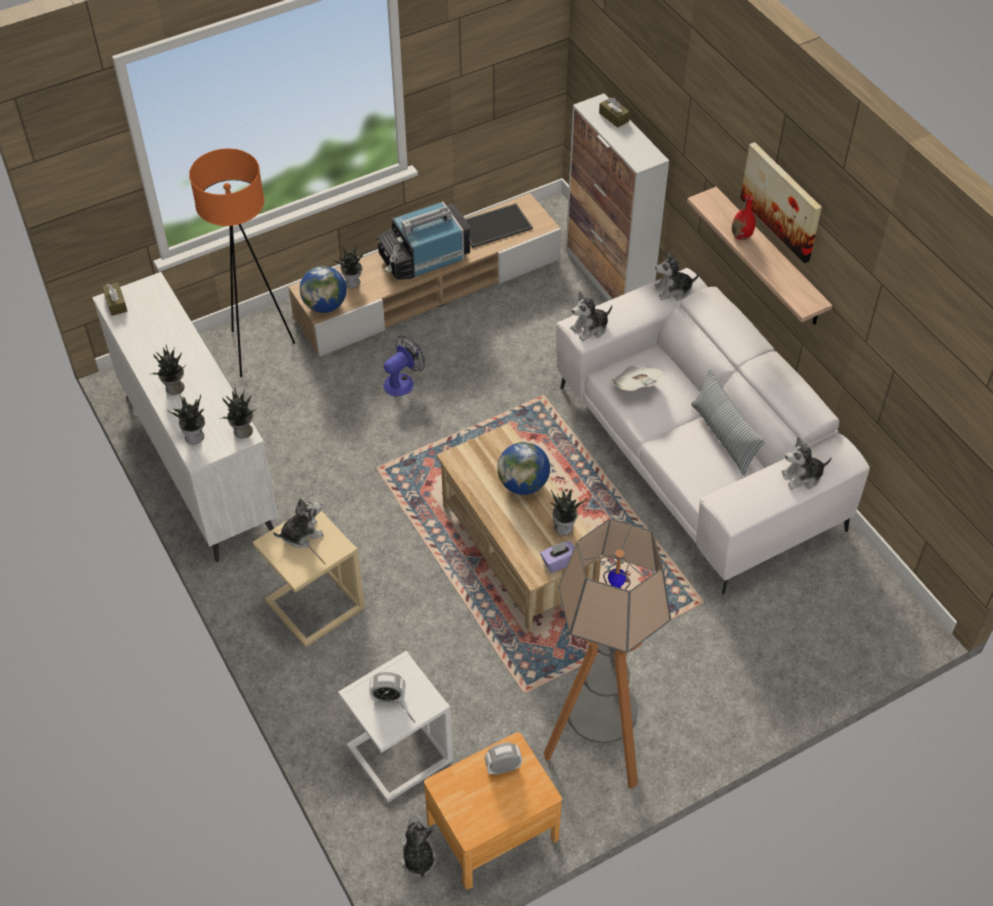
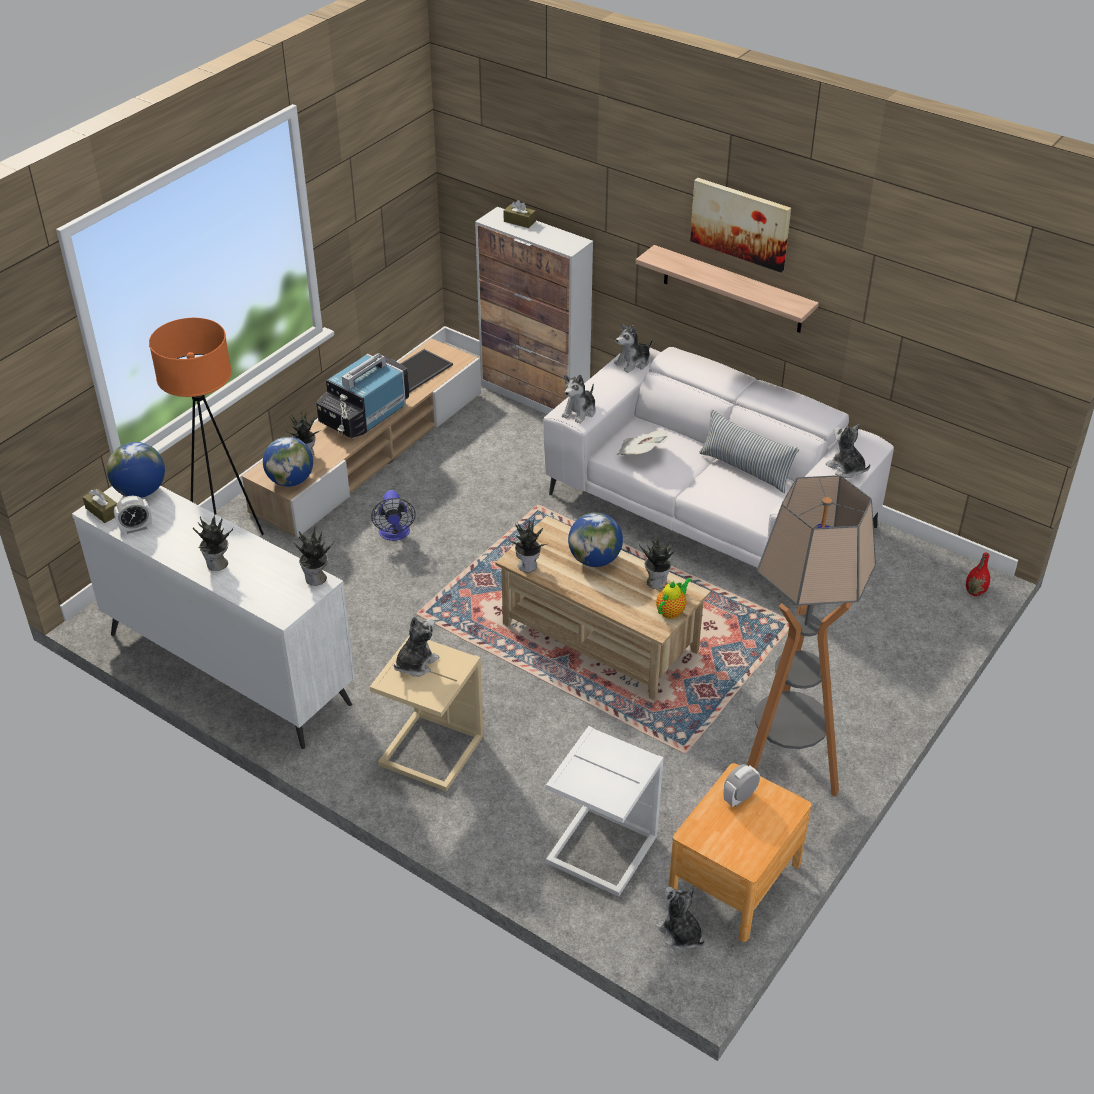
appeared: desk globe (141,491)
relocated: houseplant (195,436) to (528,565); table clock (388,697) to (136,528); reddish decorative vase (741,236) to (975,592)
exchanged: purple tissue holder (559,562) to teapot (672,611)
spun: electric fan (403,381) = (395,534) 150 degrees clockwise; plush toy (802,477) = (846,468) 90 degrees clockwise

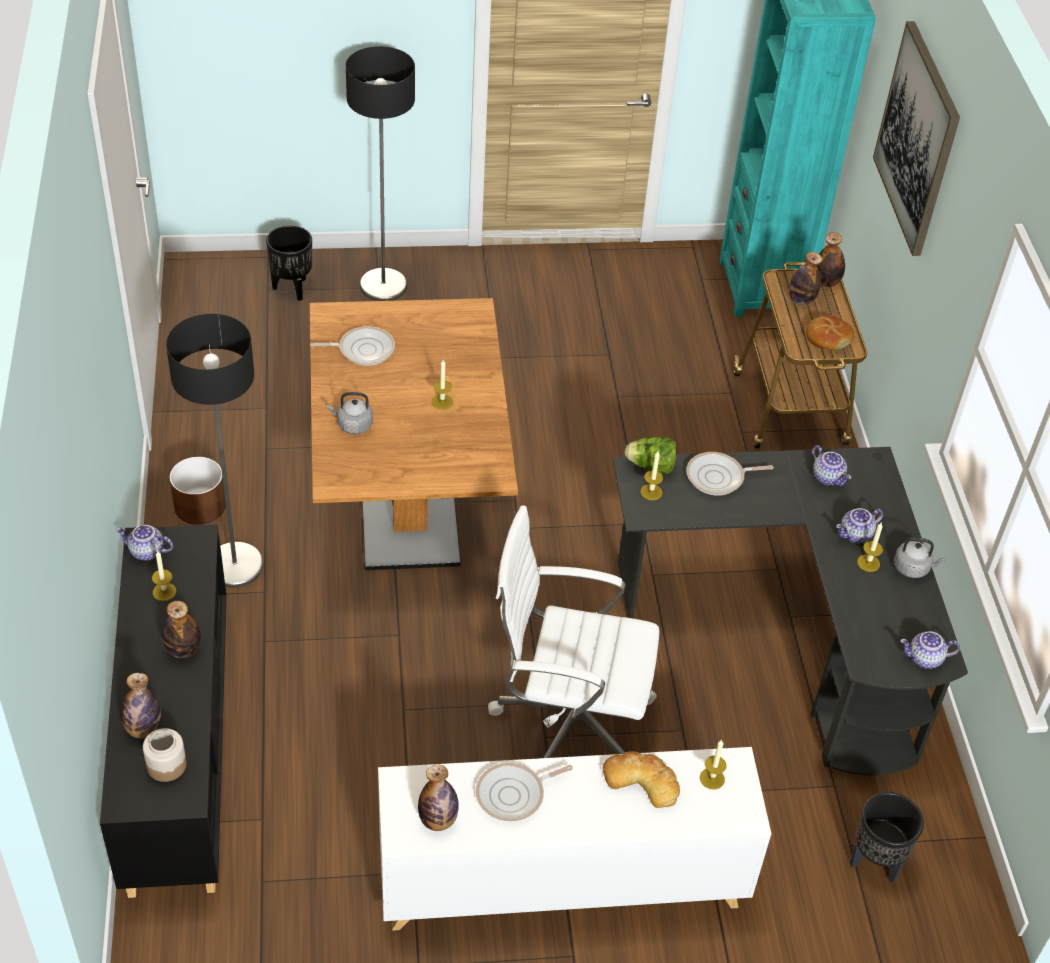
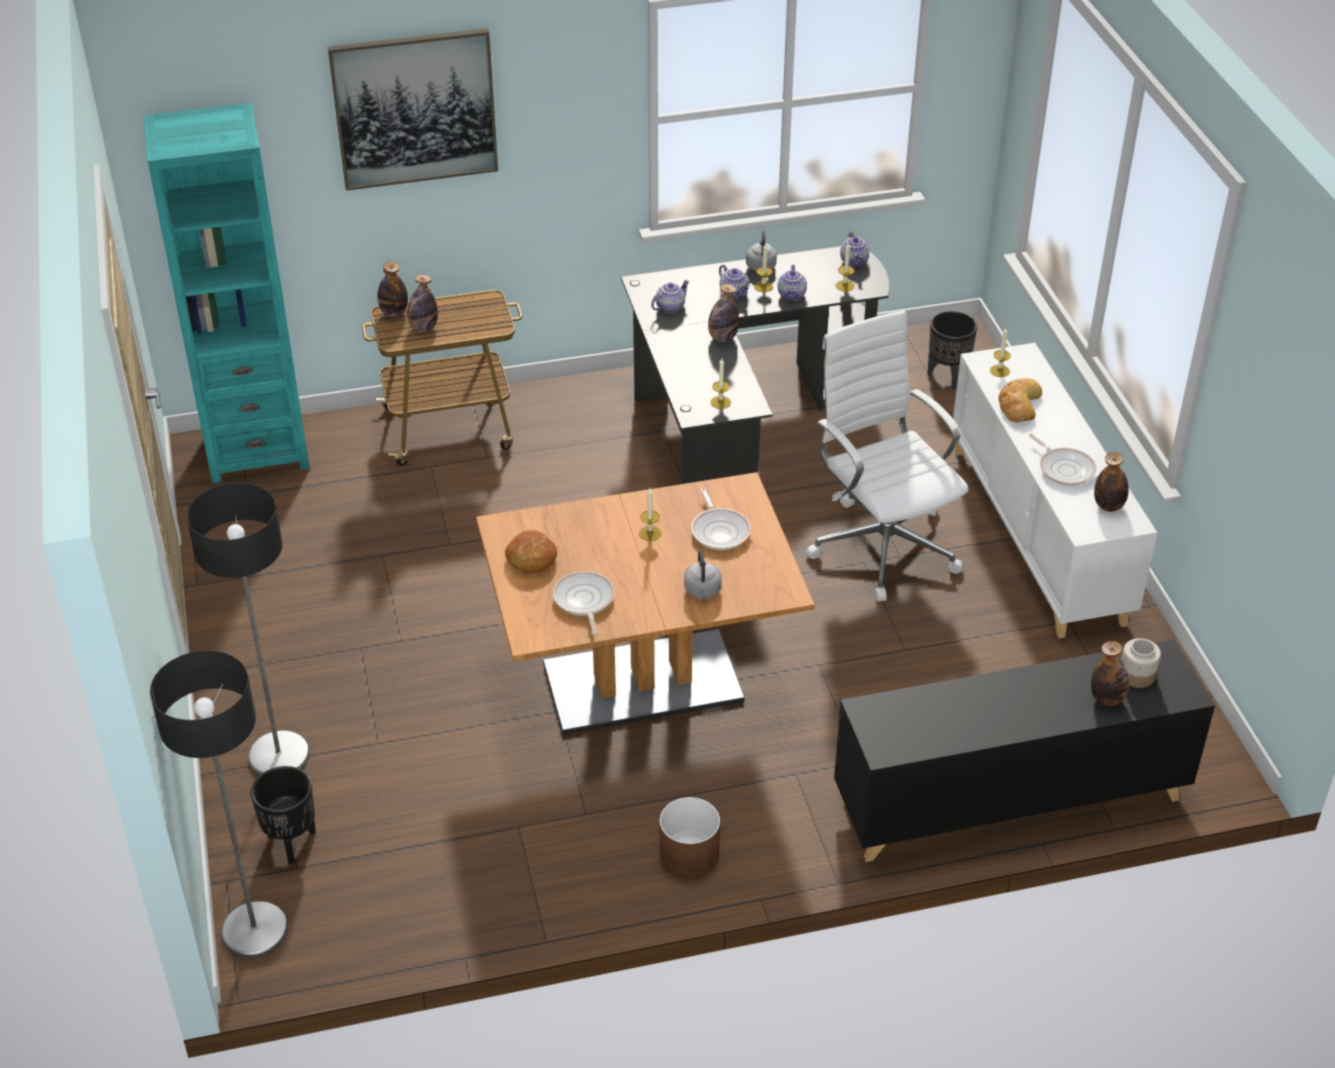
missing: head of lettuce (651,466)
relocated: teapot (146,552) to (792,295); wax light (164,591) to (845,286); drink bottle (183,649) to (722,338); standing lamp (235,565) to (254,930); frying pan (718,477) to (720,530); bread (827,338) to (531,559)
spun: whitish desk chair (568,725) = (882,544) 150 degrees clockwise

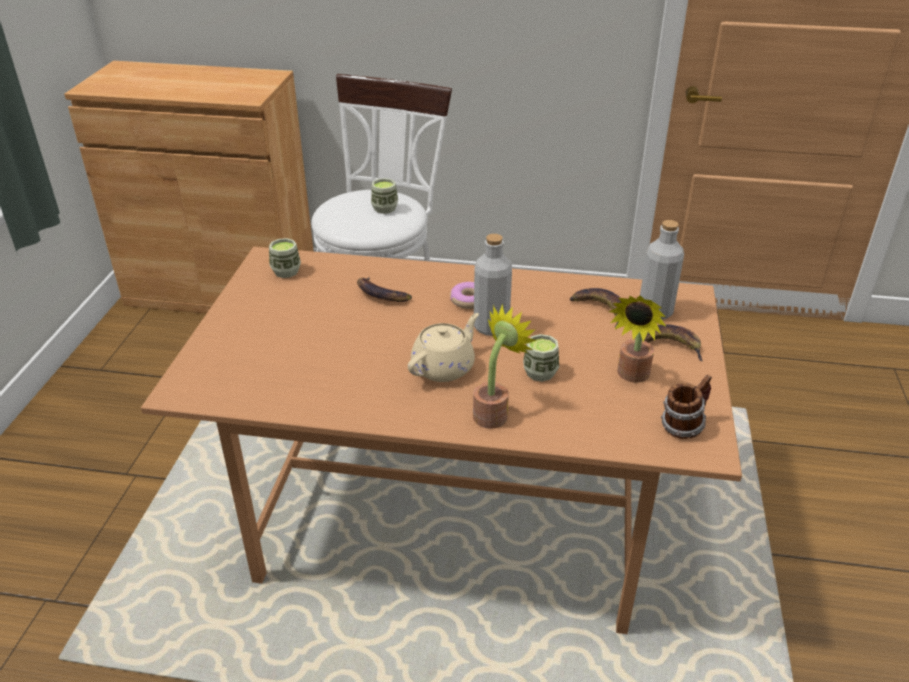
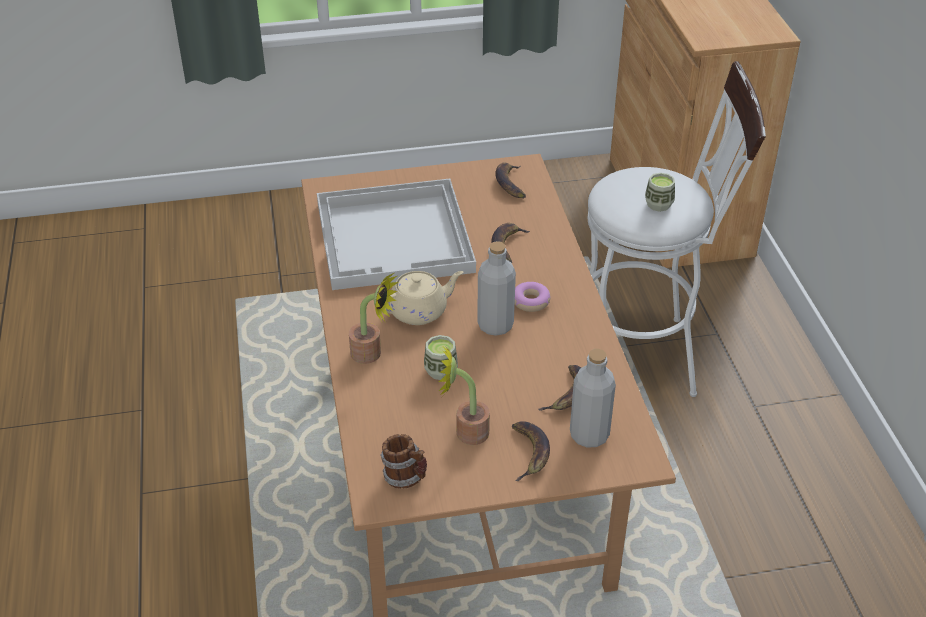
appeared: whitish carrying tray (395,238)
exchanged: small cup (286,271) to banana fruit (510,184)
spun: beige-coloured teapot (444,367) = (419,311) 45 degrees counterclockwise

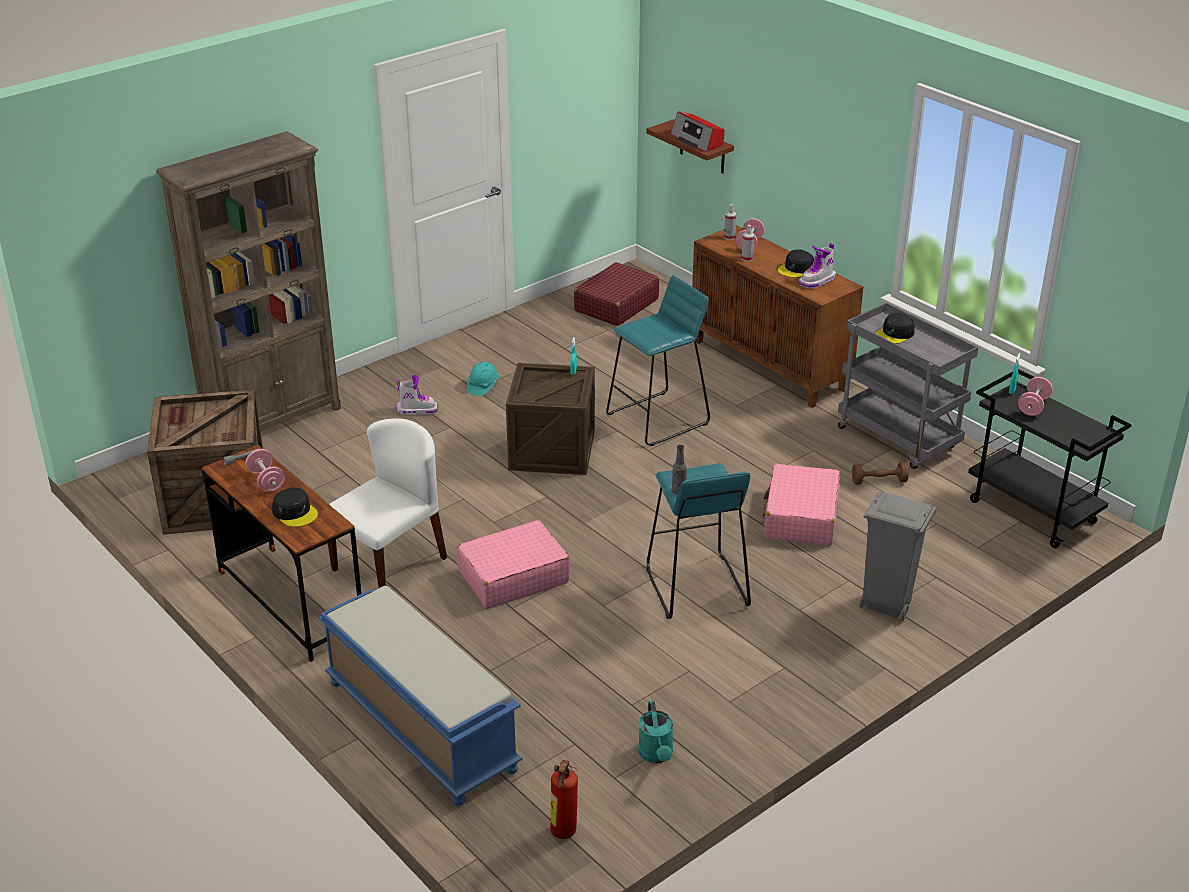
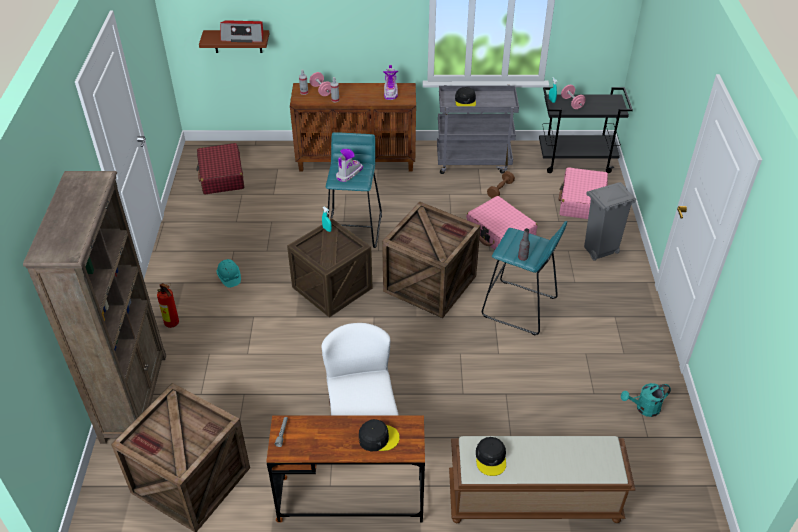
missing: pink-coloured hand weight (266,481)
appeared: crate (431,283)
relocated: boot (417,410) to (349,173); pink-coloured piece of luggage (513,577) to (582,201); fire-fighting cylinder (562,834) to (173,324); black-coloured peaked cap (796,269) to (491,458)
colour: blue indoor bench (419,726) to brownish indoor bench (532,500)
spun: turquoise-coloured watering pot (657,755) = (643,408) 135 degrees clockwise

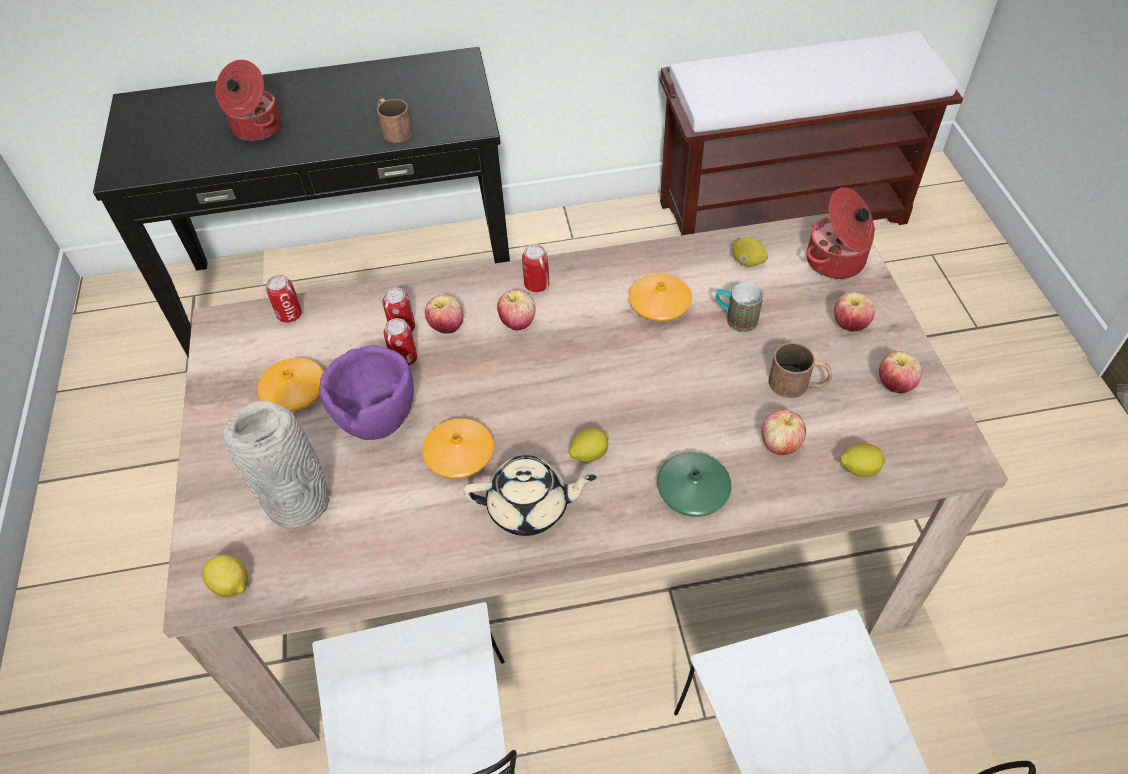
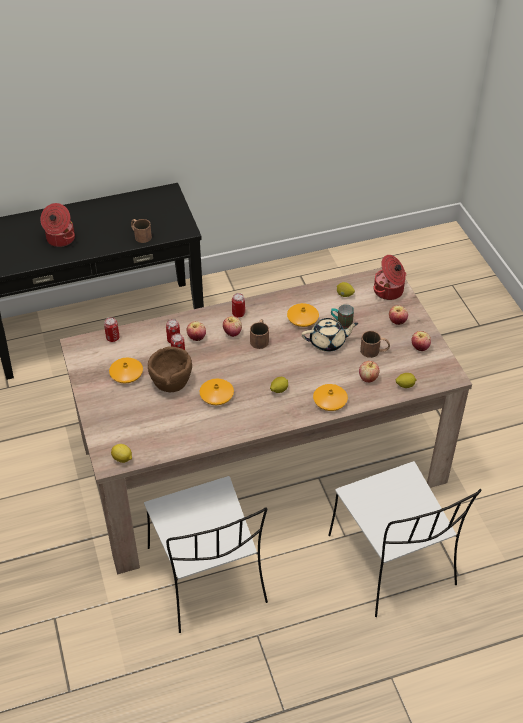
missing: greyish decorative vase (301,502); brownish indoor bench (783,211)
appeared: brownish coffee mug (260,338)
relocated: beige-coloured teapot (530,507) to (328,342)
colour: purple bowl (377,415) to brownish bowl (171,381); green decorative vase (693,490) to orangey decorative vase (330,401)

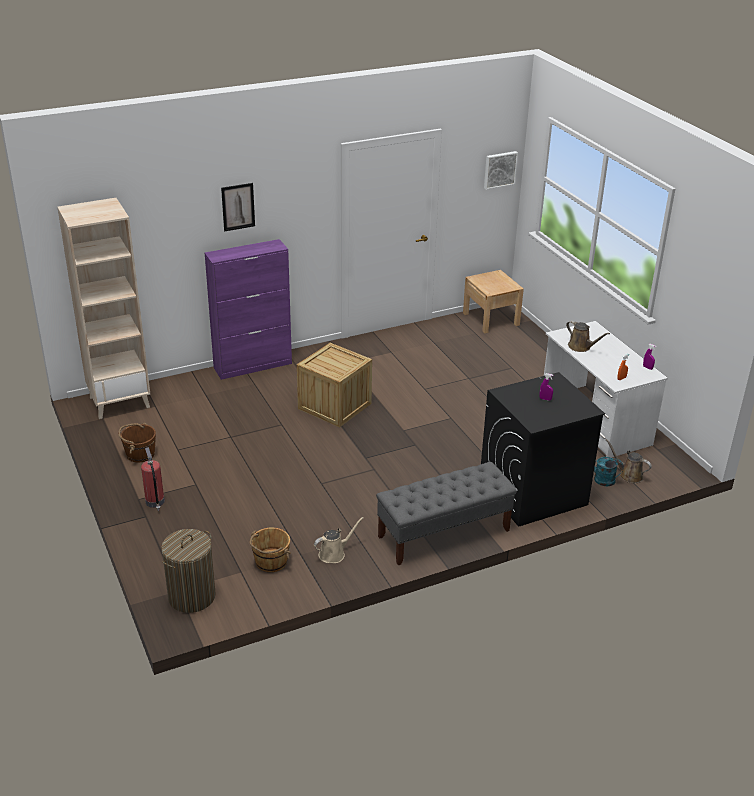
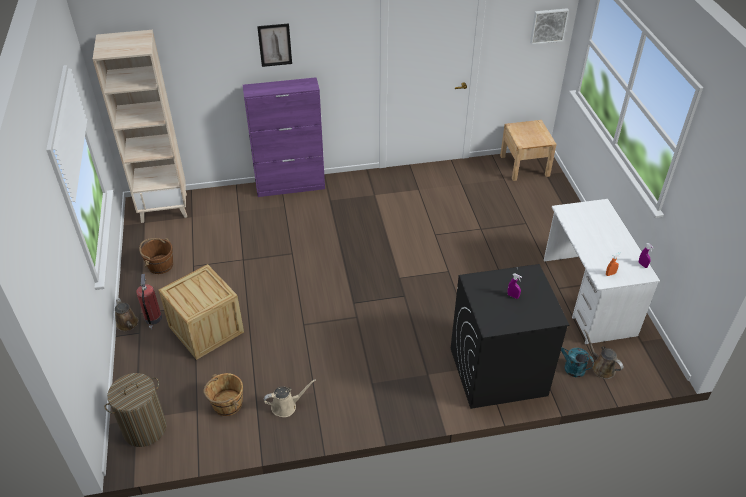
missing: greyish indoor bench (443,534)
relocated: crate (334,406) to (206,329); brownish watering pot (581,347) to (128,324)

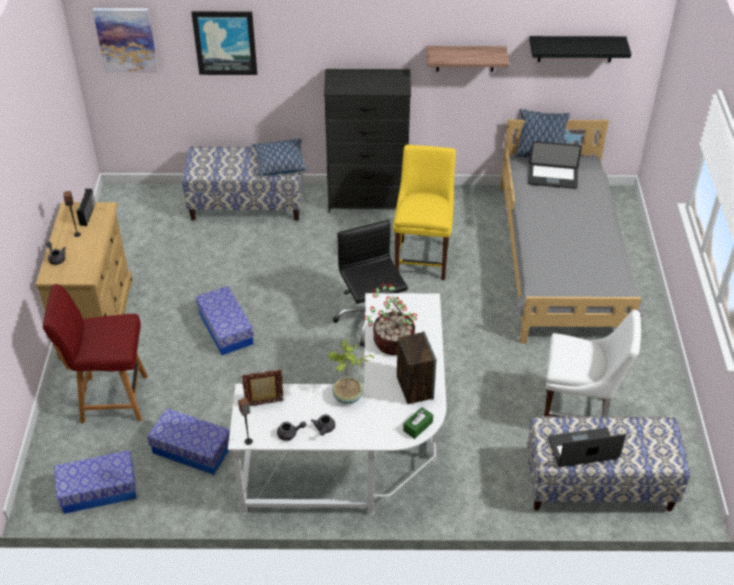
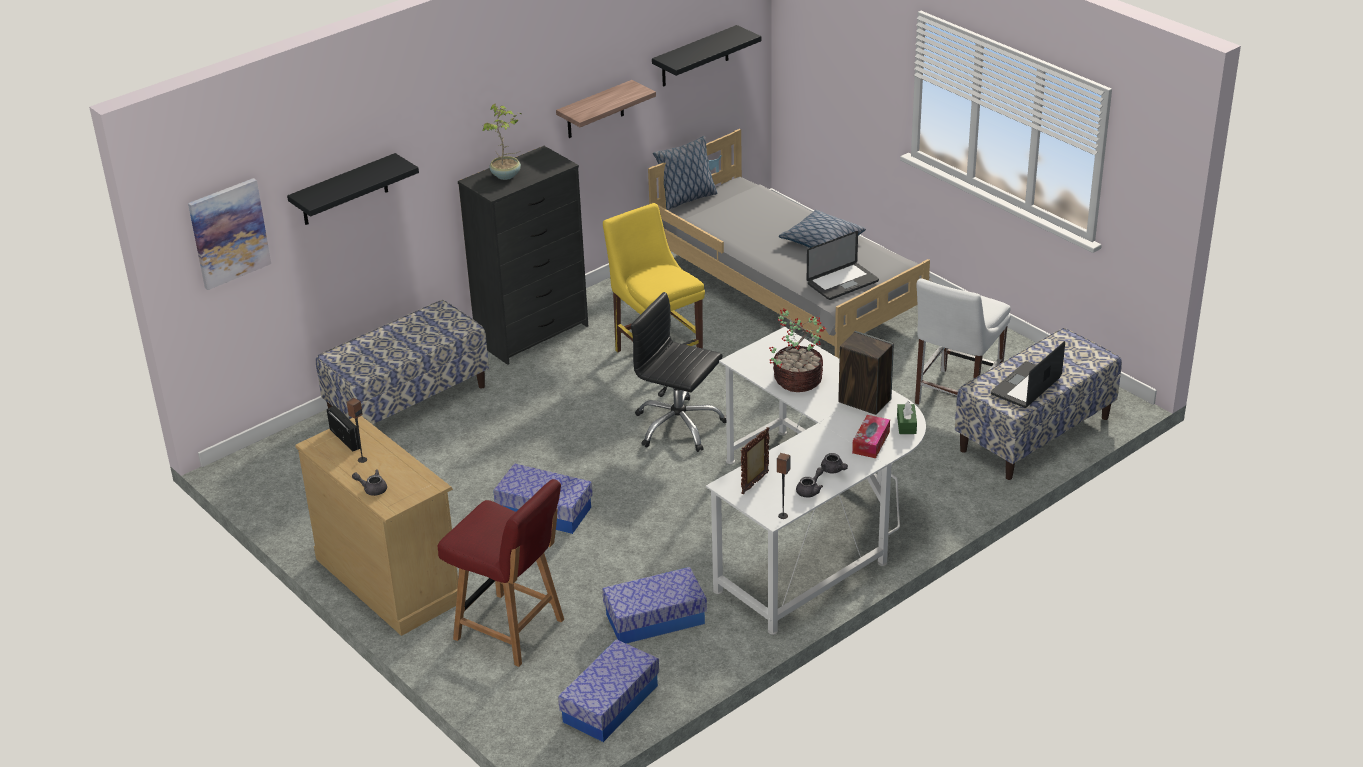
appeared: tissue holder (871,442)
relocated: throw pillow (279,163) to (822,241); houseplant (348,397) to (506,175); laptop (552,177) to (842,283)
exchanged: picture (225,42) to black-coloured shelf (344,190)
spun: reddish chair (112,398) = (511,630) 105 degrees counterclockwise; whitish chair (577,416) = (955,397) 150 degrees clockwise

